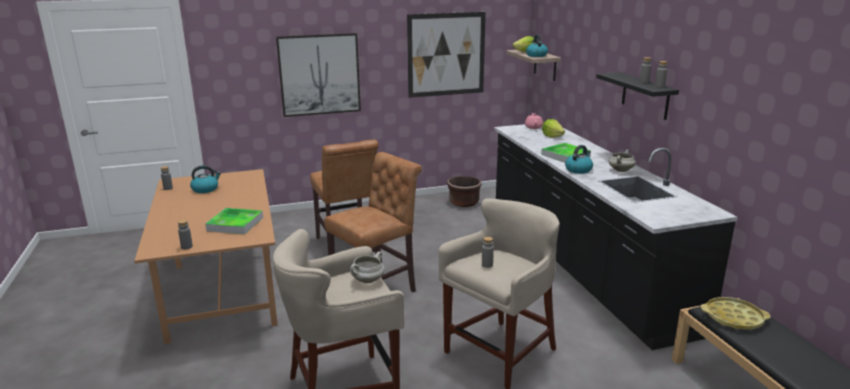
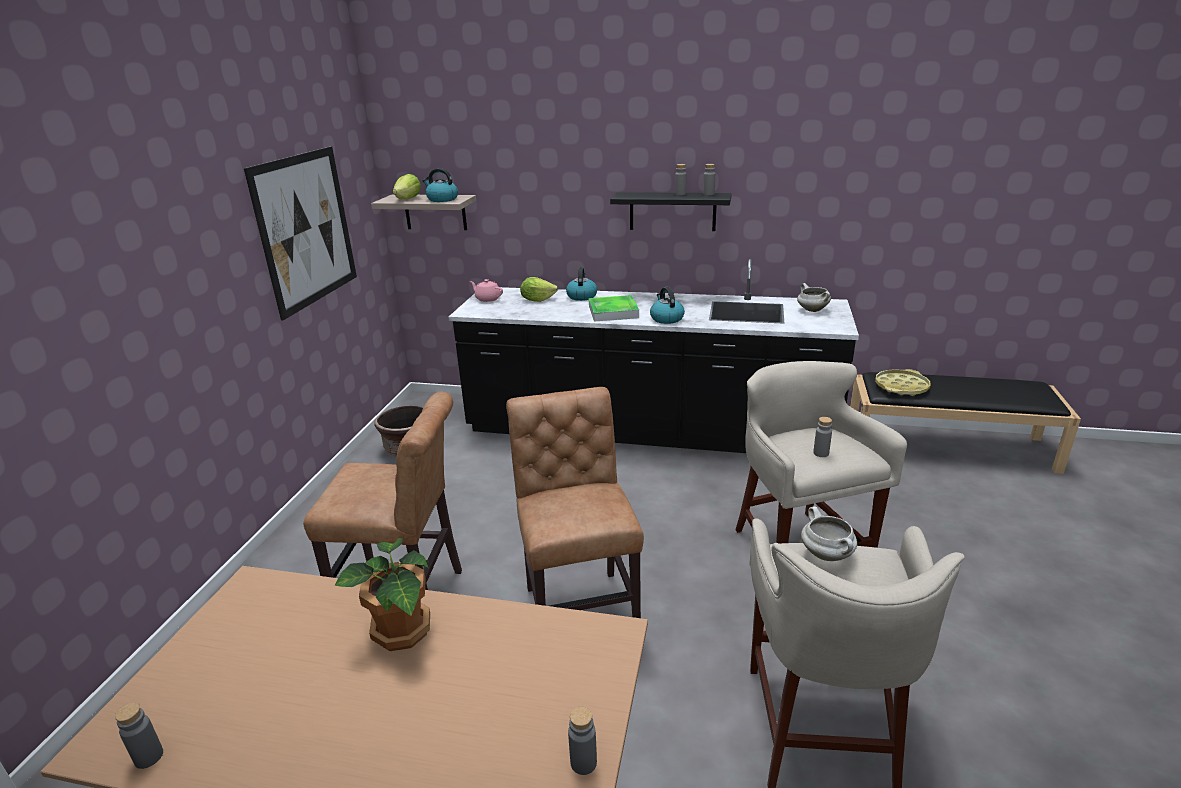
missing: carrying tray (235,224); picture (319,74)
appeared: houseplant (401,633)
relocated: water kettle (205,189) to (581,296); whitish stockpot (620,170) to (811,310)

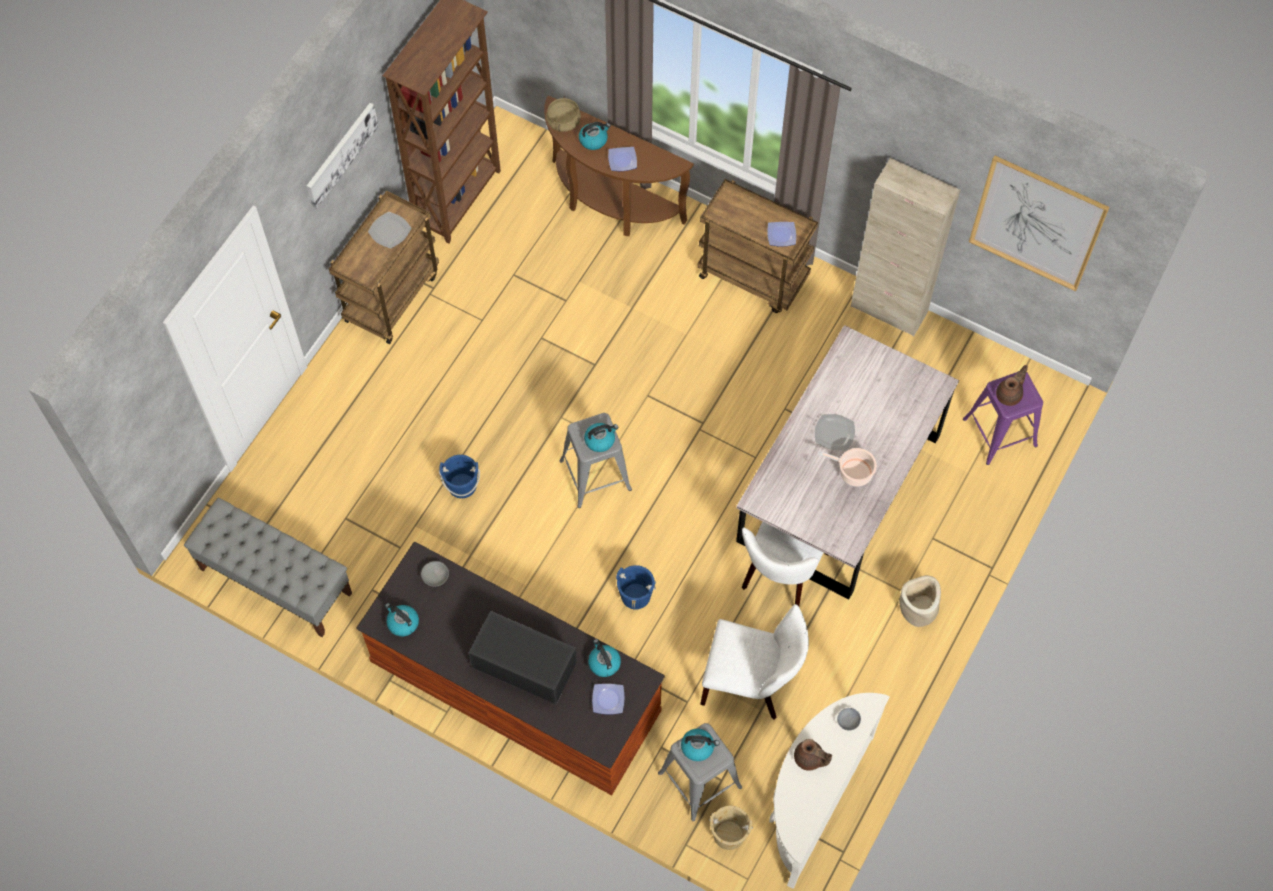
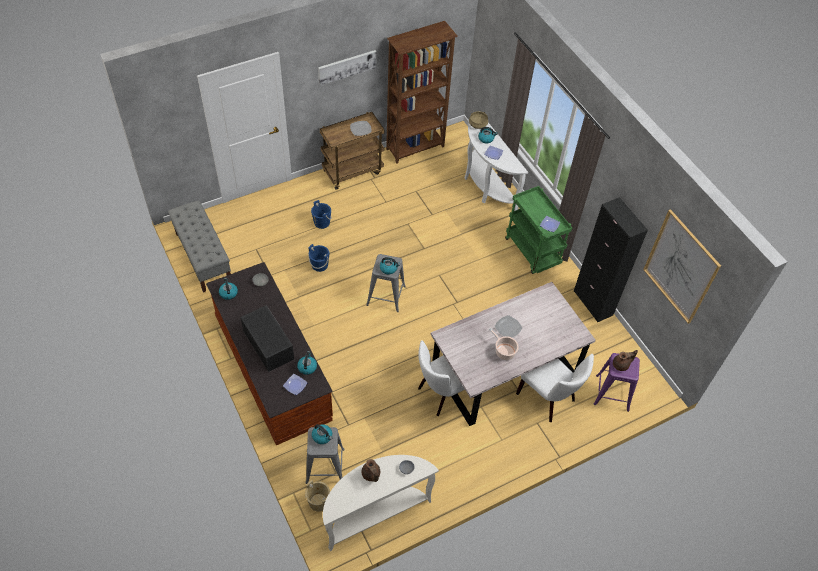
missing: beige-coloured flower pot (918,609)
relocated: blue water bucket (635,595) to (322,222); whitish chair (751,683) to (549,399)
colour: brownish narrow table (610,204) to whitish narrow table (485,186); brownish wheeled cart (754,277) to green wheeled cart (533,252); beige-coloured cupboard (888,309) to black-coloured cupboard (593,303)

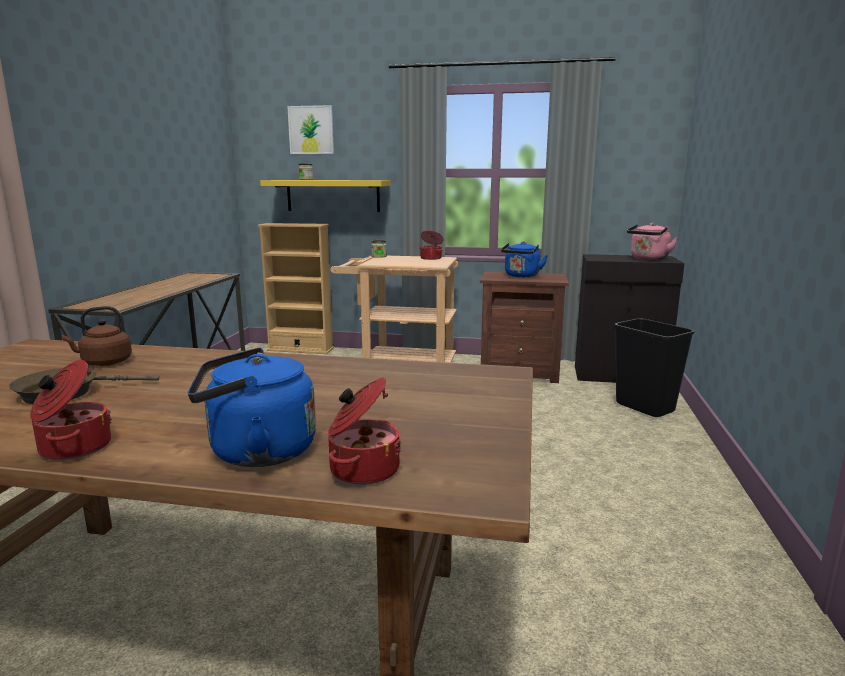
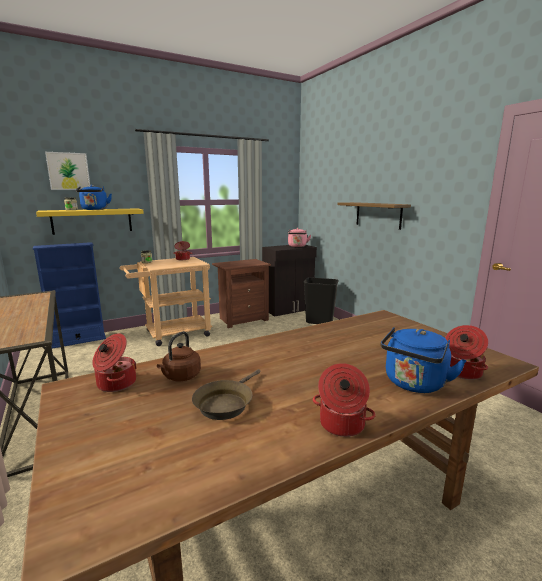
appeared: stockpot (115,383); shelf (378,215)
relocated: blue water kettle (521,276) to (94,209)
colour: beige-coloured shelving unit (300,349) to blue shelving unit (78,340)

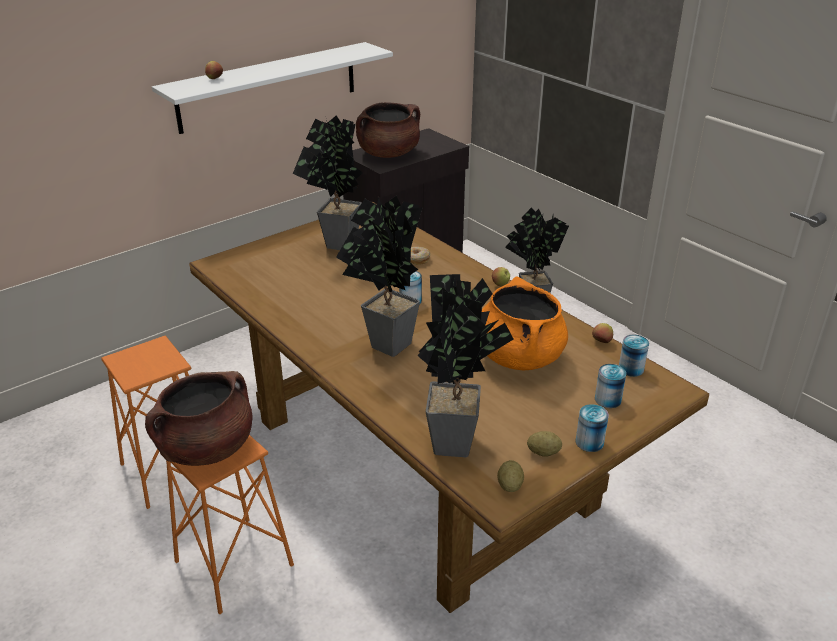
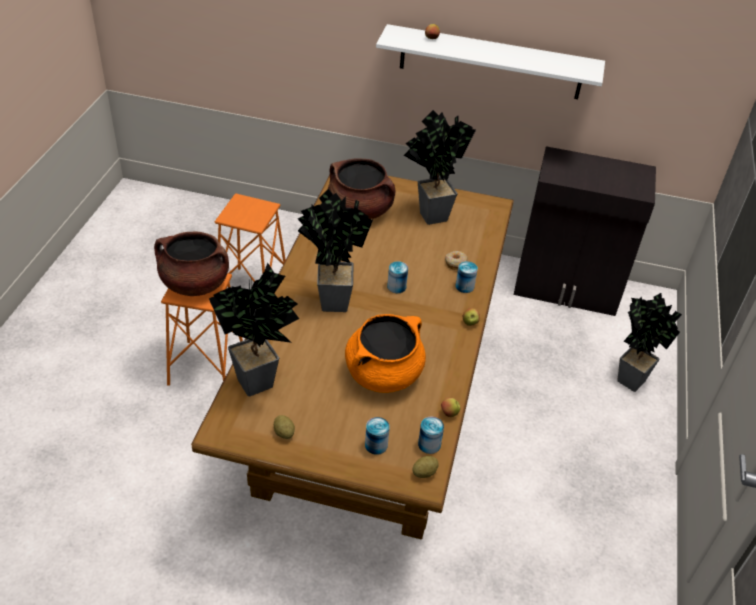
relocated: brownish stockpot (388,154) to (360,210); spud (510,485) to (424,472); metal can (589,442) to (464,286)

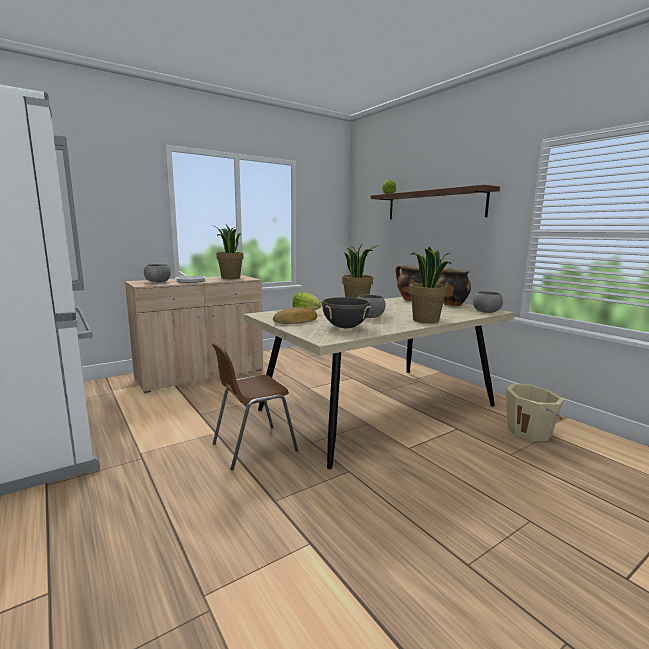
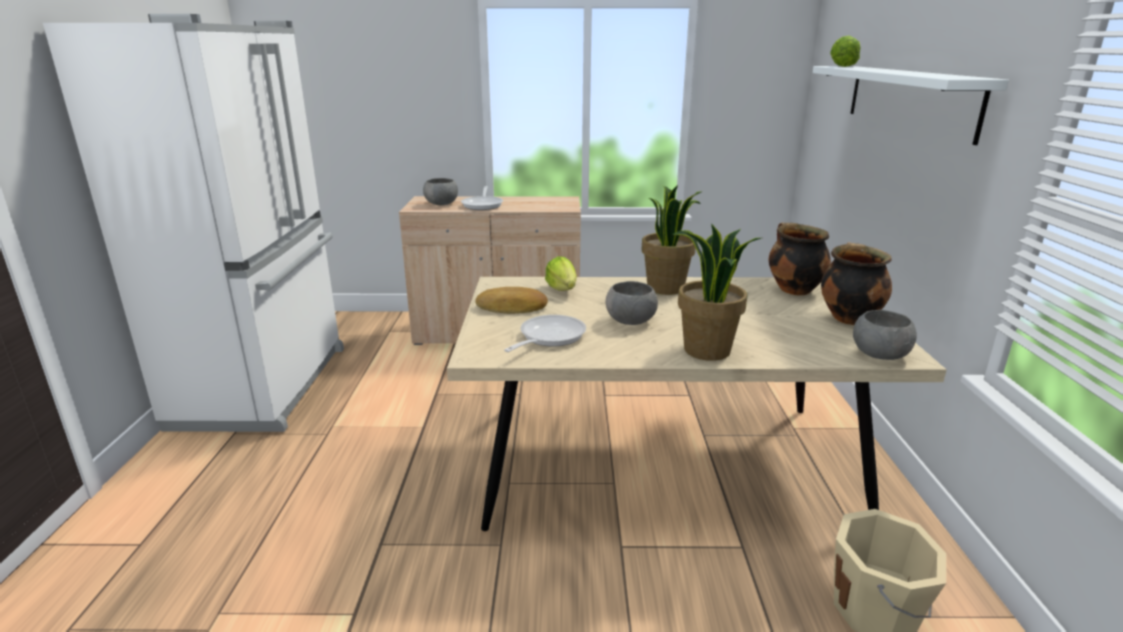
missing: brownish chair (253,447); houseplant (230,278)
exchanged: black-coloured stockpot (345,327) to frying pan (548,337)
colour: brownish shelf (433,205) to whitish shelf (908,99)

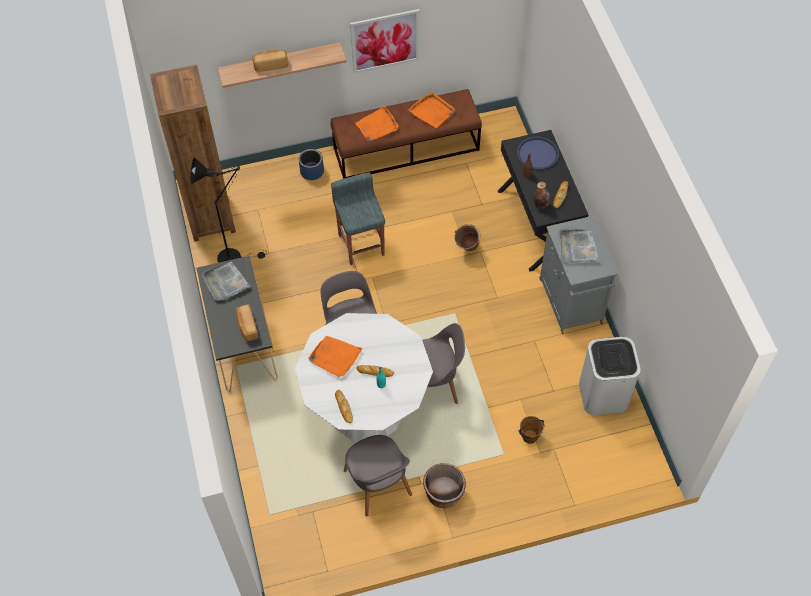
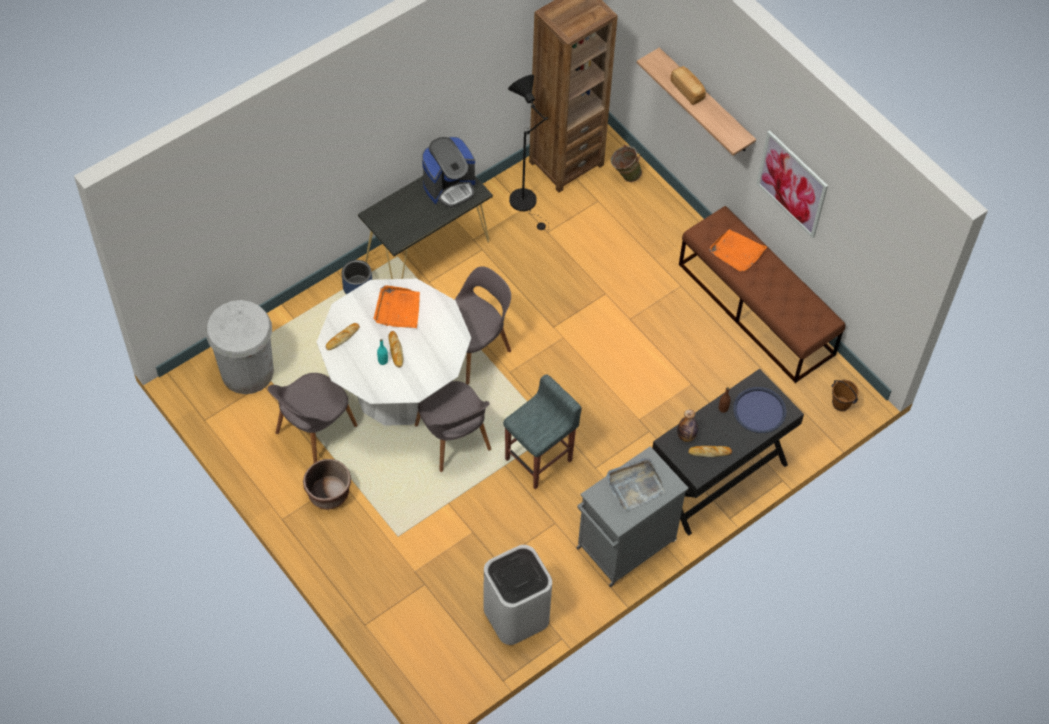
missing: bread (247,327); orangey carrying tray (432,111)
appeared: whitish rubbish bin (247,371)
relocated: blue flower pot (311,171) to (358,286); greyish sitting stool (361,244) to (539,459); green water bucket (466,249) to (624,175); brownish water bucket (530,436) to (840,404)
exchanged: greyish carrying tray (225,282) to coffee machine (449,187)

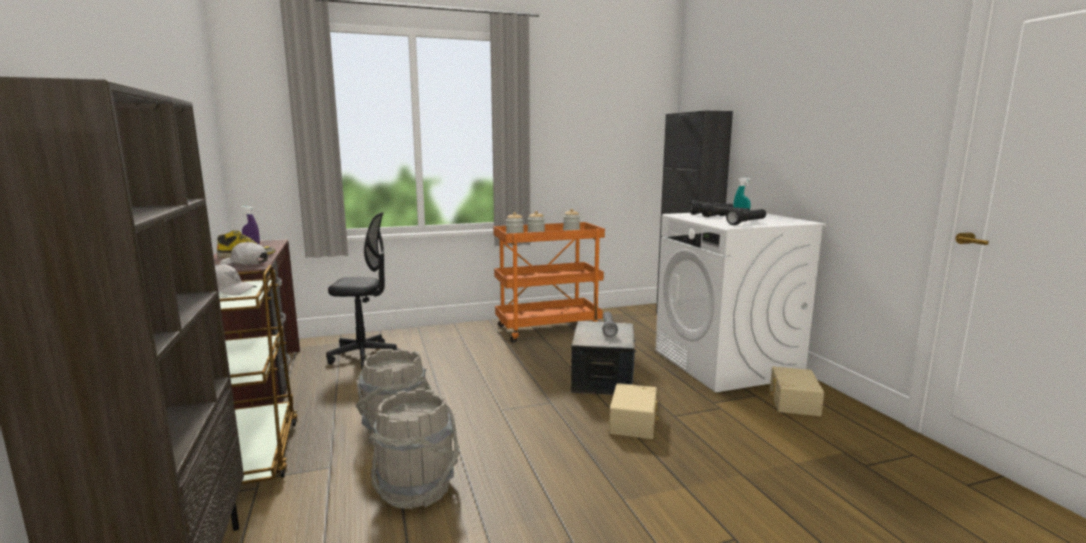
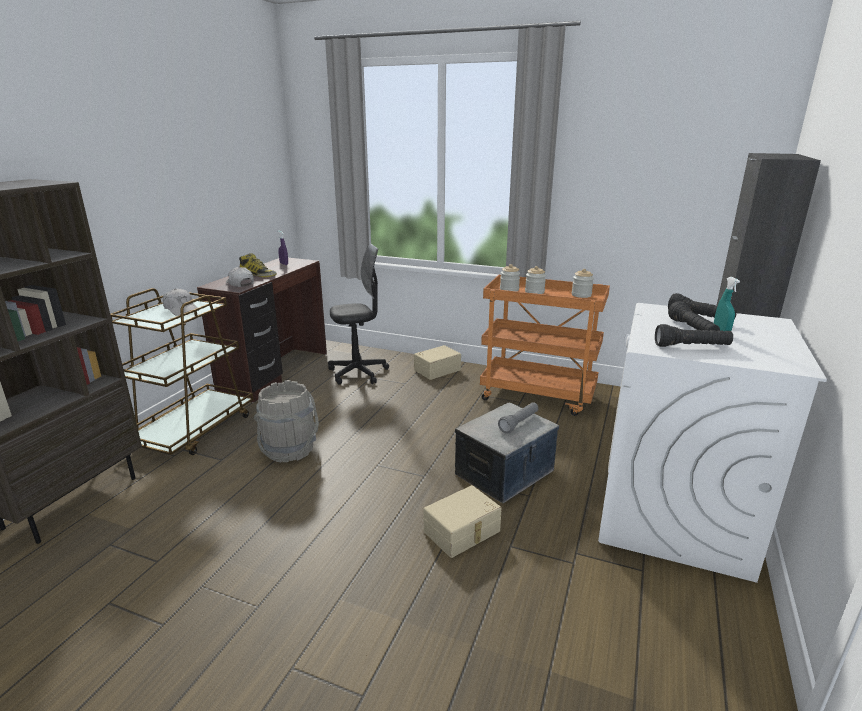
missing: greyish water bucket (416,489)
relocated: beige-coloured storage bin (792,401) to (436,369)
spun: black-coloured desk chair (364,356) = (358,373) 60 degrees counterclockwise

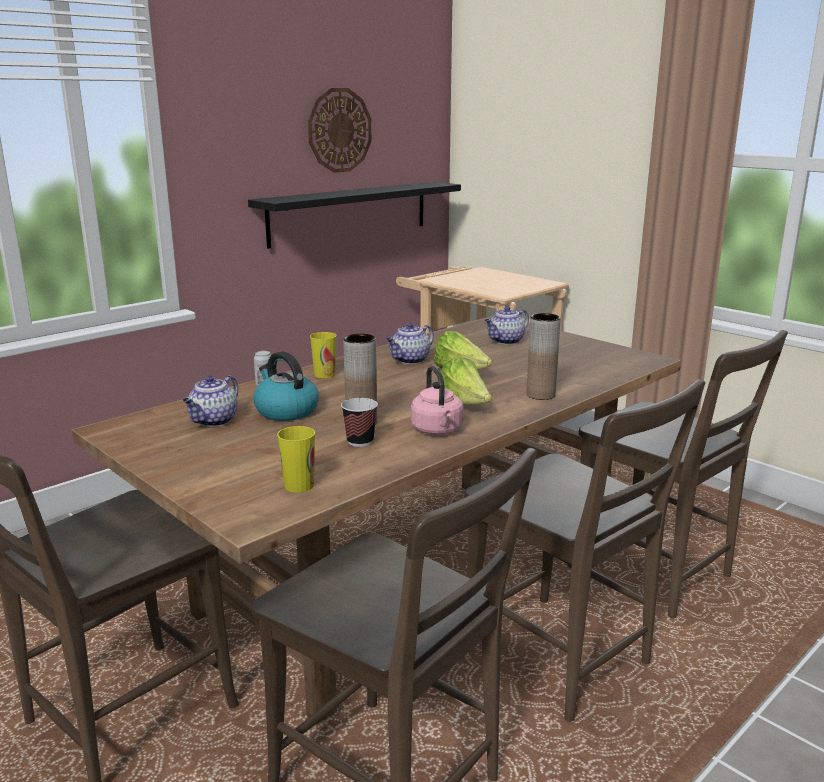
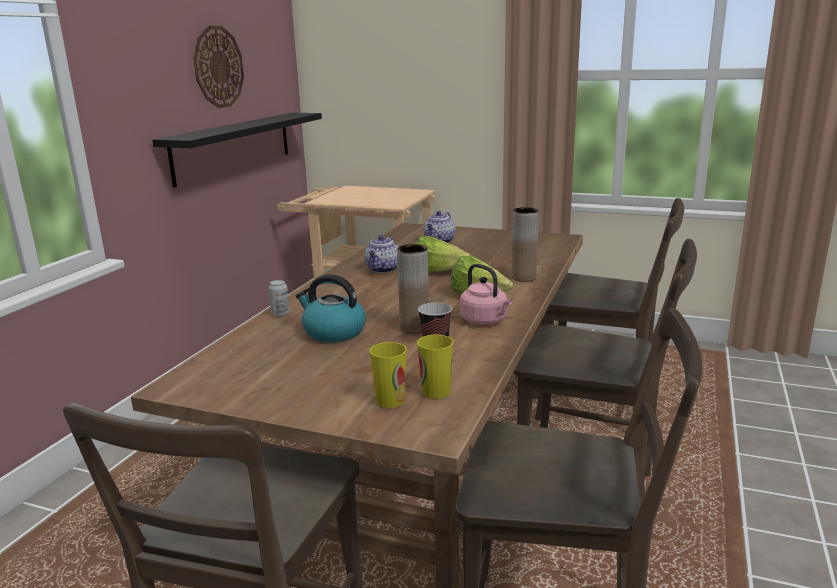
missing: teapot (214,421)
relocated: small cup (324,374) to (390,400)

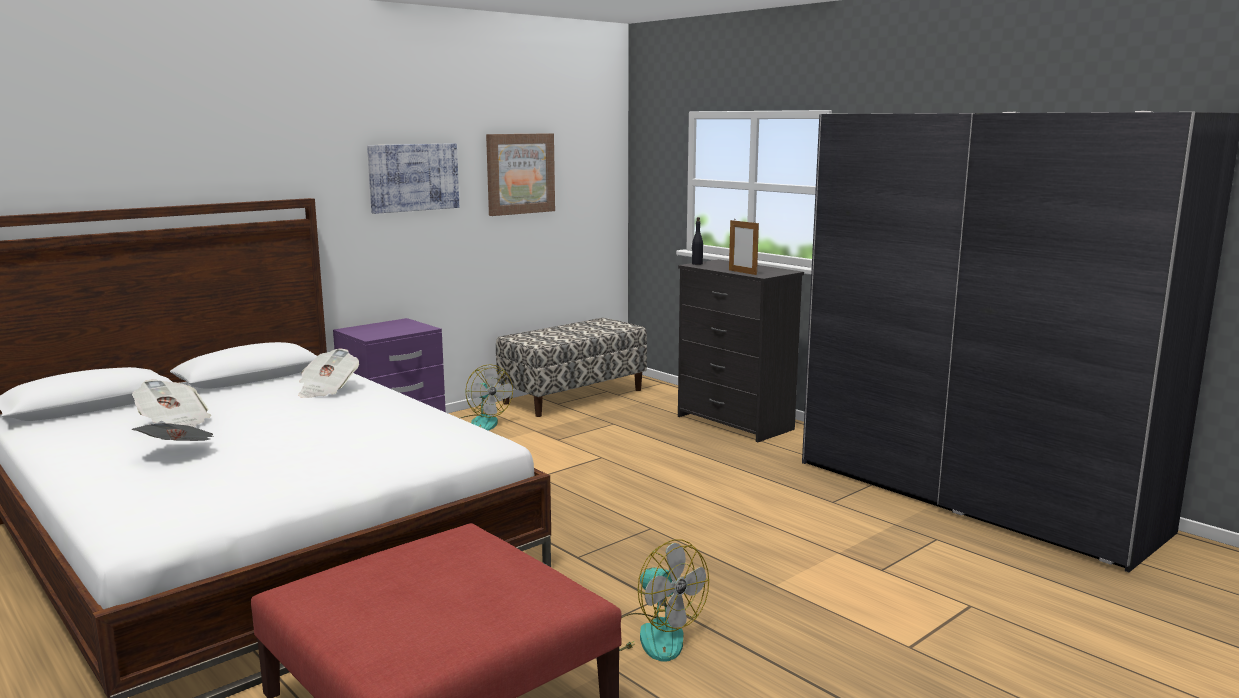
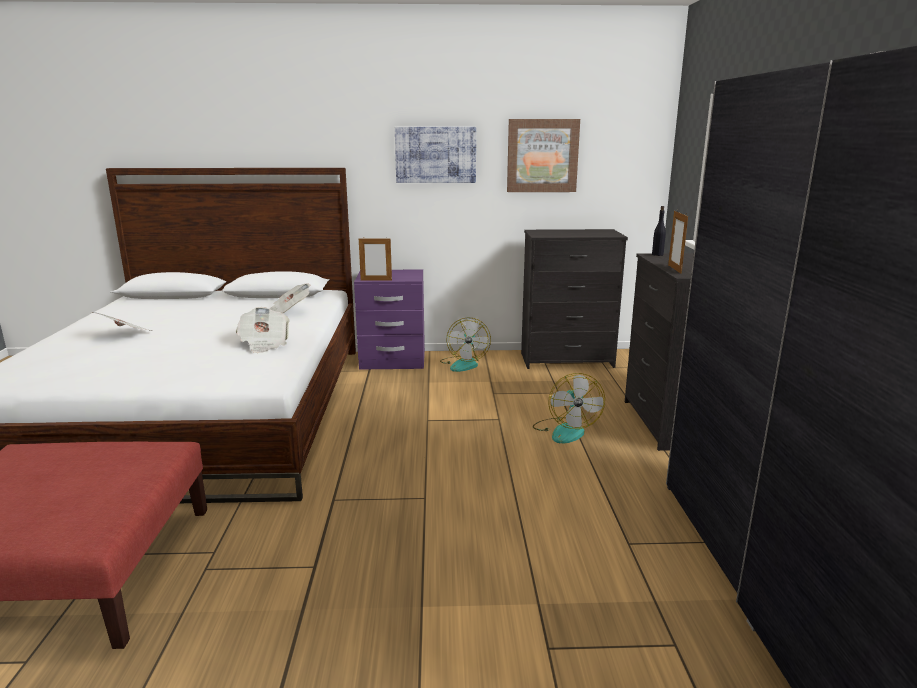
appeared: photo frame (376,280)
relocated: daily paper (174,423) to (264,344); electric fan (651,636) to (565,430)
exchanged: indoor bench (573,396) to black-coloured chest of drawers (567,360)

